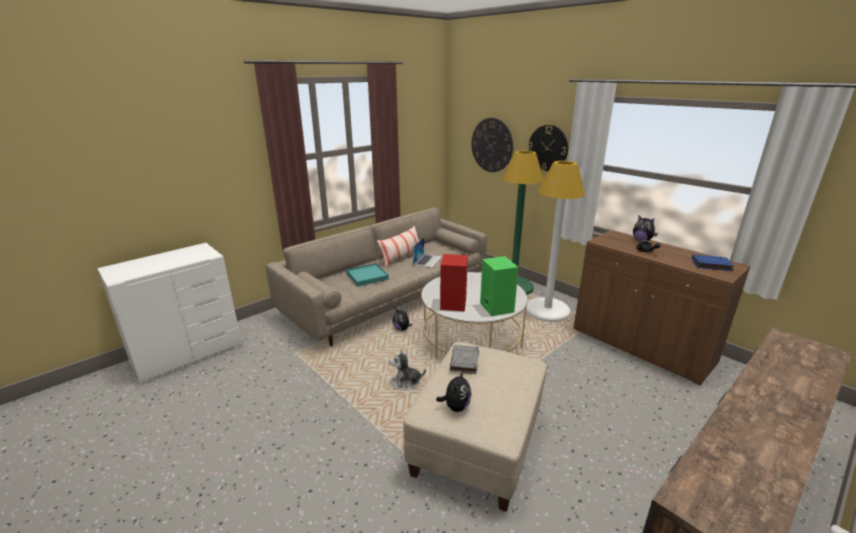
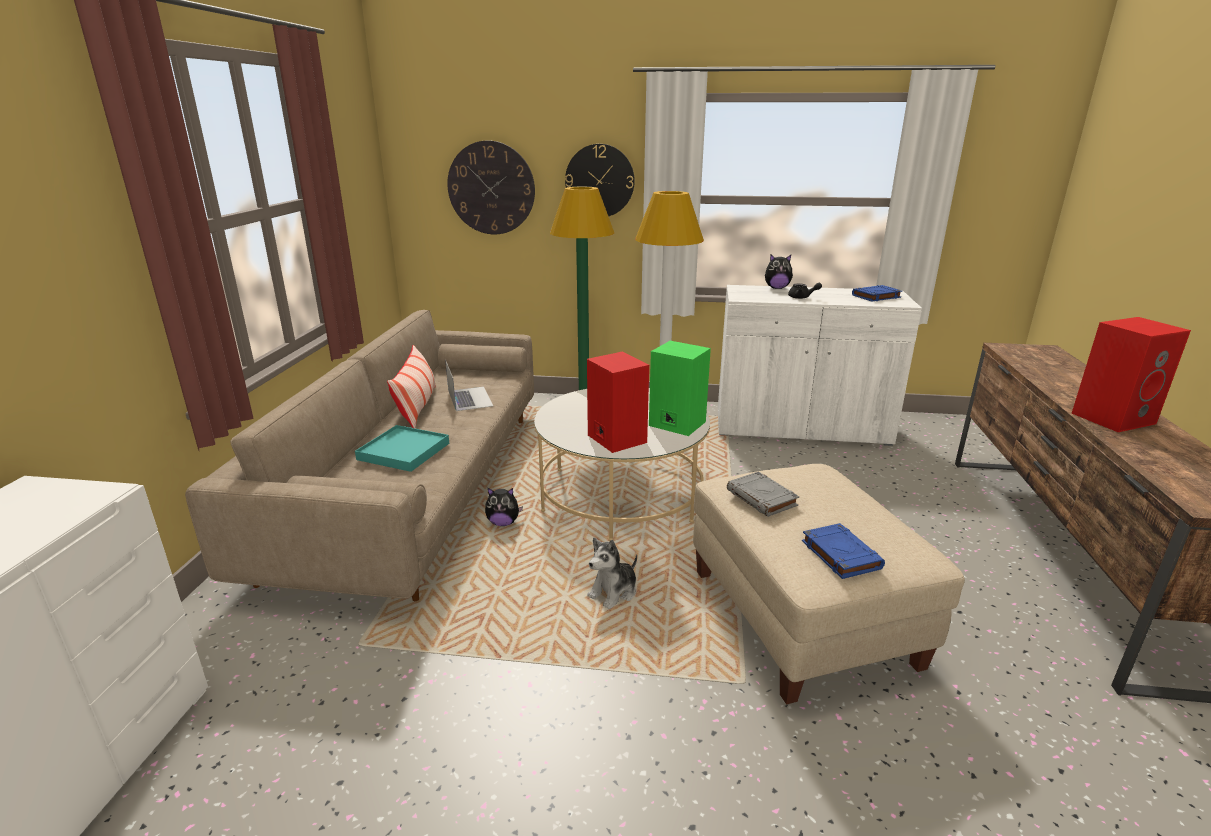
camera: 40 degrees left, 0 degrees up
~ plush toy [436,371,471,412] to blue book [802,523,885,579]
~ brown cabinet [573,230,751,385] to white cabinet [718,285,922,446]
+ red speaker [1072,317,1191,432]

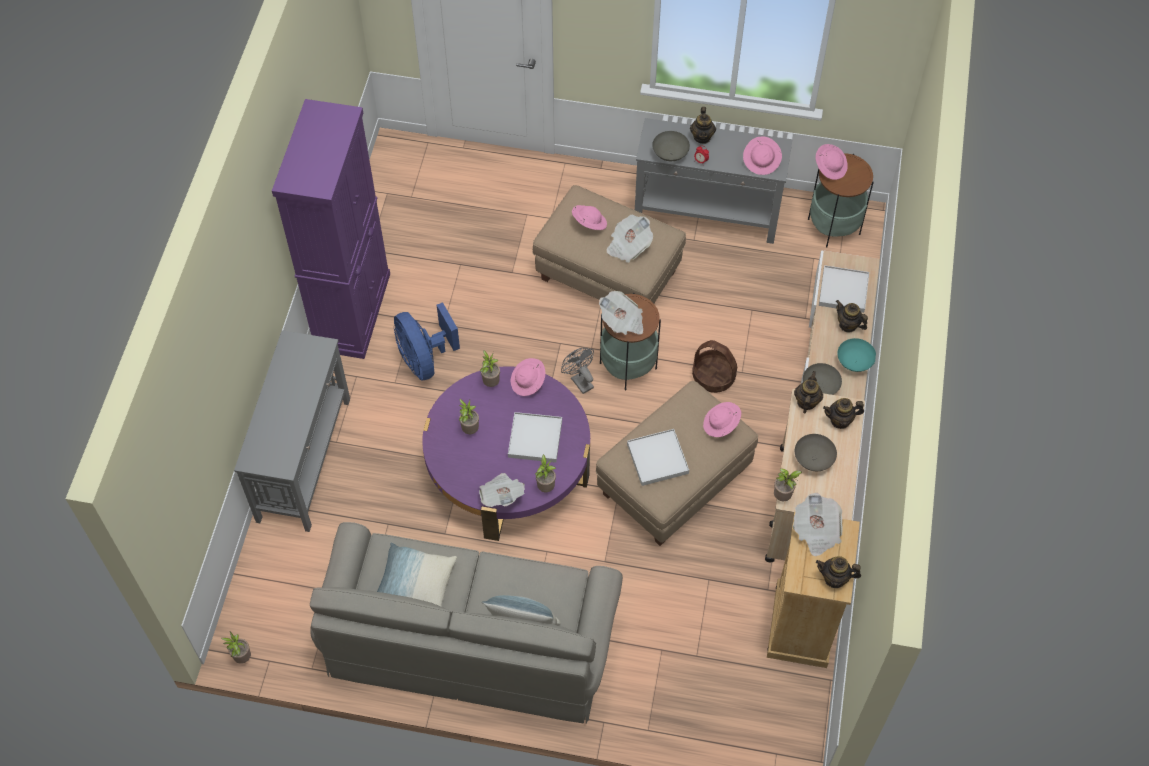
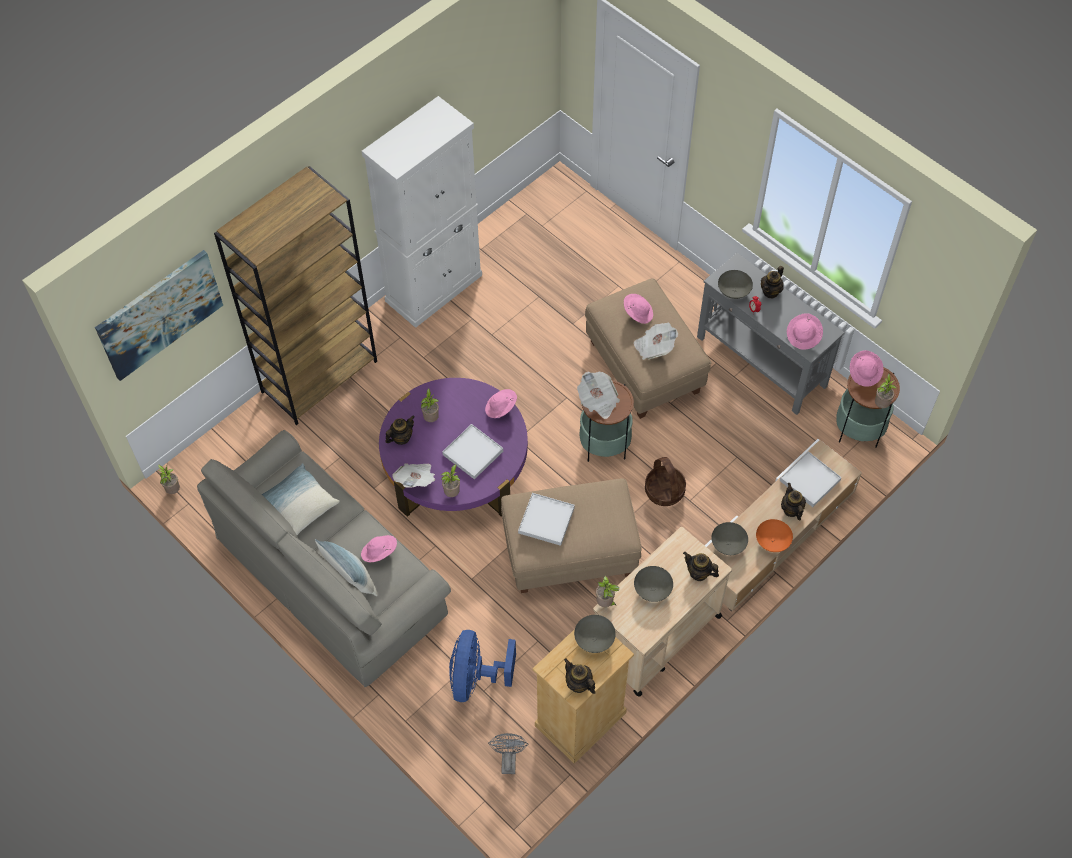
camera: 35 degrees right, 0 degrees up
~ grey console table [234,330,350,532] to brown bookcase [214,166,377,425]
~ purple cabinet [272,99,390,359] to white cabinet [362,96,482,328]
~ blue fan [394,302,460,380] to [449,630,516,702]
~ potted plant [480,350,500,387] to [875,373,896,408]
~ grey fan [561,348,594,394] to [488,733,528,774]
~ pink hat [703,402,741,437] to [361,535,397,562]
~ newspaper [793,493,843,557] to grey bowl [574,615,616,653]
~ teapot [794,371,823,413] to [385,415,414,445]
~ turquoise bowl [837,338,876,372] to orange bowl [756,519,793,552]
+ picture [95,250,223,381]

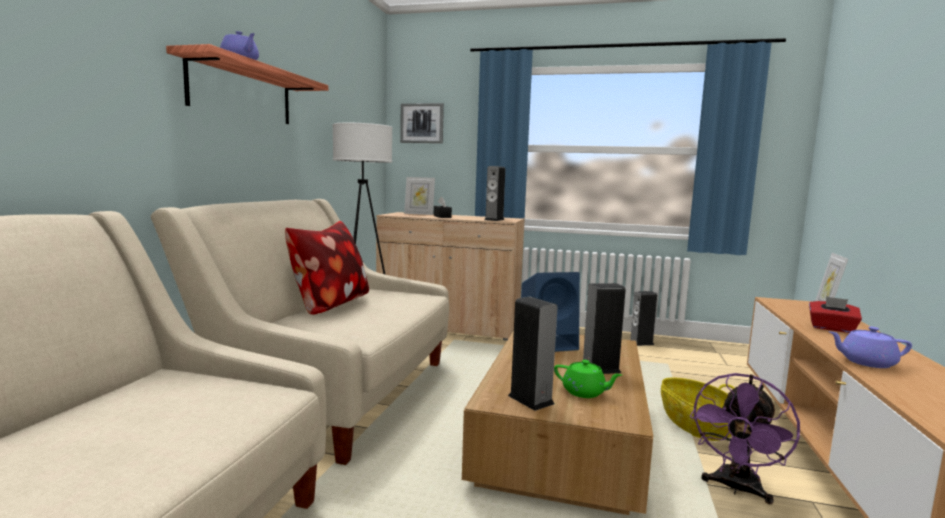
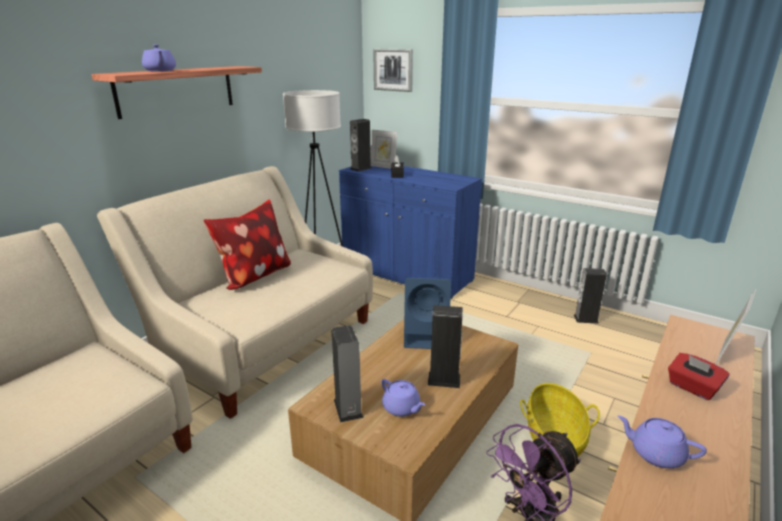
camera: 20 degrees right, 15 degrees up
~ beige cabinet [376,212,525,340] to blue cabinet [339,166,482,300]
~ speaker [484,166,505,221] to [350,119,372,172]
~ green teapot [554,360,622,398] to purple teapot [381,379,426,417]

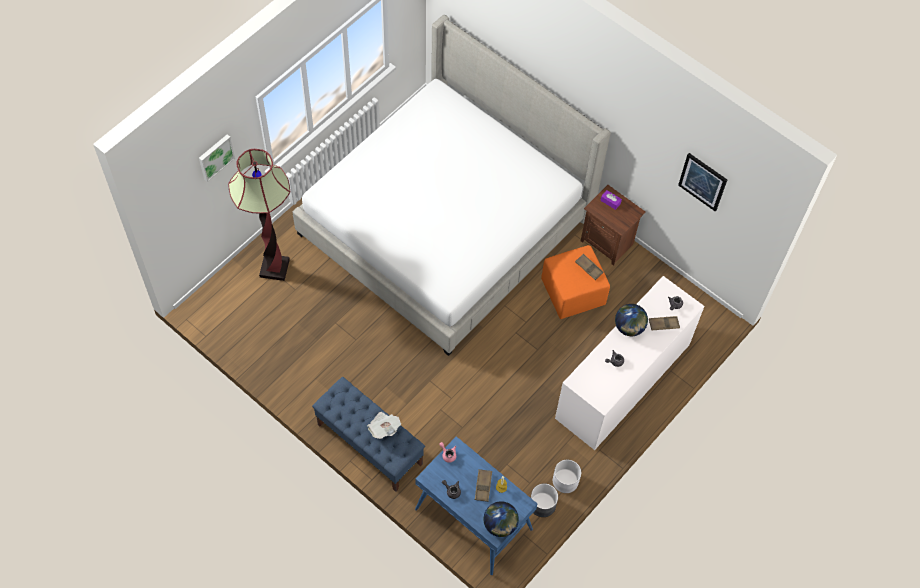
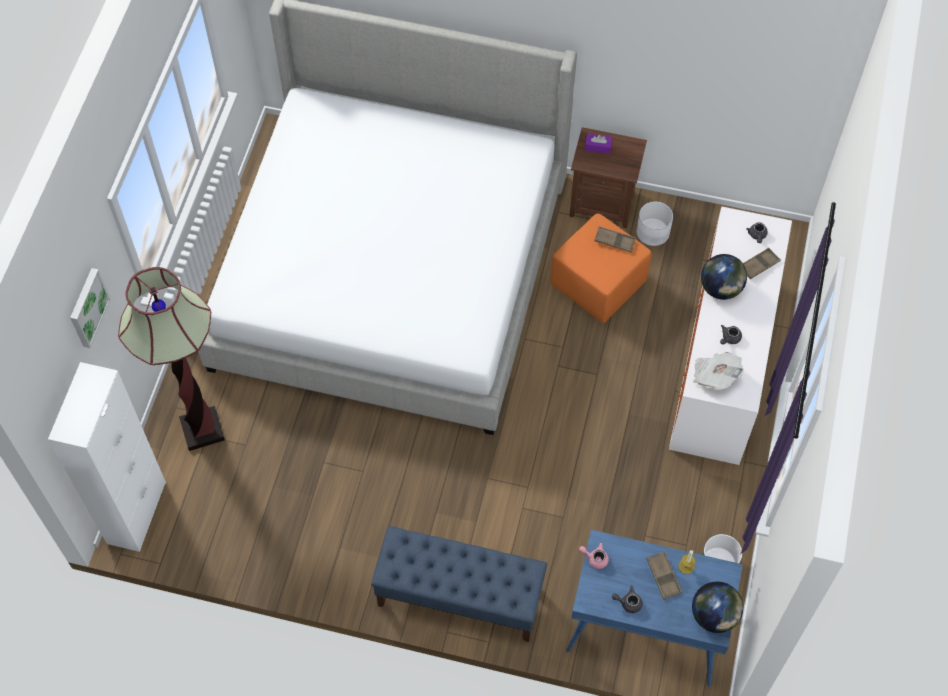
camera: 25 degrees left, 0 degrees up
~ newspaper [367,412,401,439] to [693,352,744,390]
~ white planter [553,460,581,493] to [637,201,673,246]
- picture [678,153,727,211]
+ white cabinet [48,362,166,552]

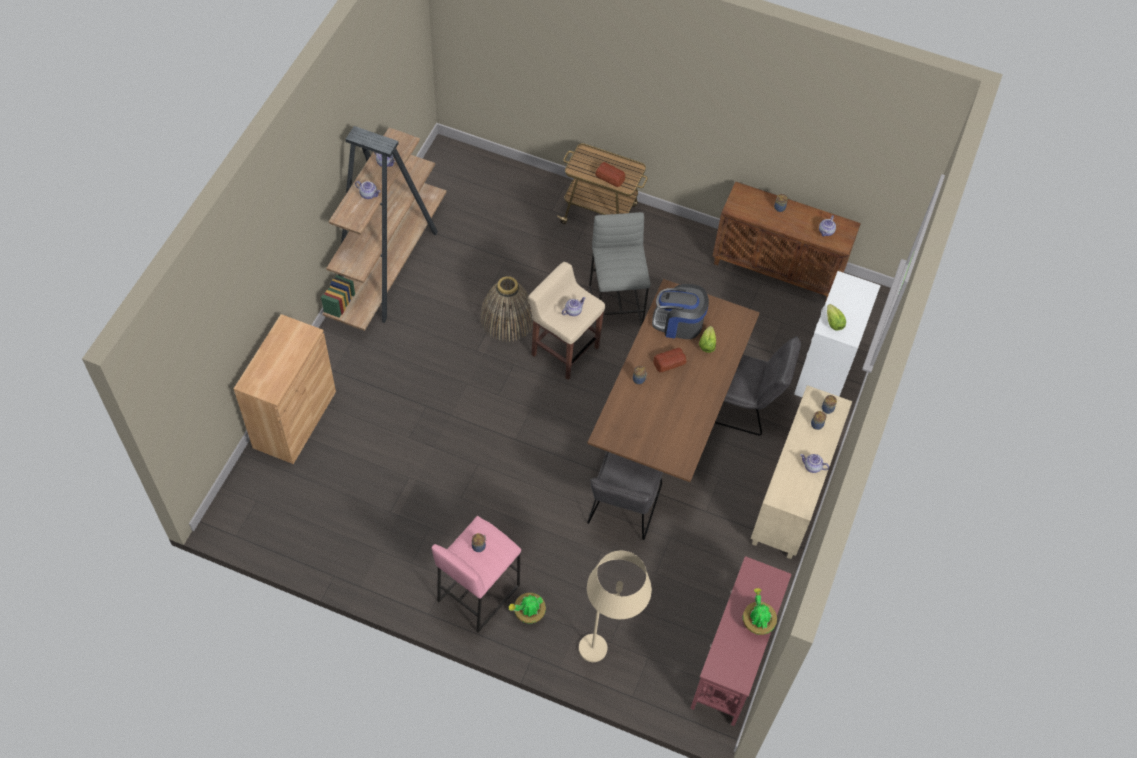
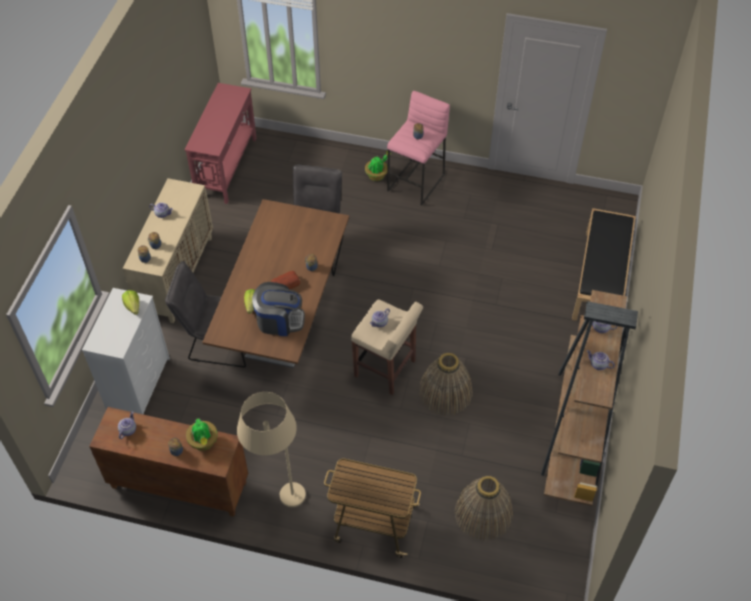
camera: 175 degrees right, 5 degrees down
~ brown cabinet [234,314,336,464] to black bench [572,208,636,321]
~ beige floor lamp [579,551,652,662] to [237,392,306,507]
- grey stool [589,212,651,327]
- bread [595,162,625,187]
~ potted plant [743,588,777,635] to [186,418,218,451]
+ basket [454,476,513,541]

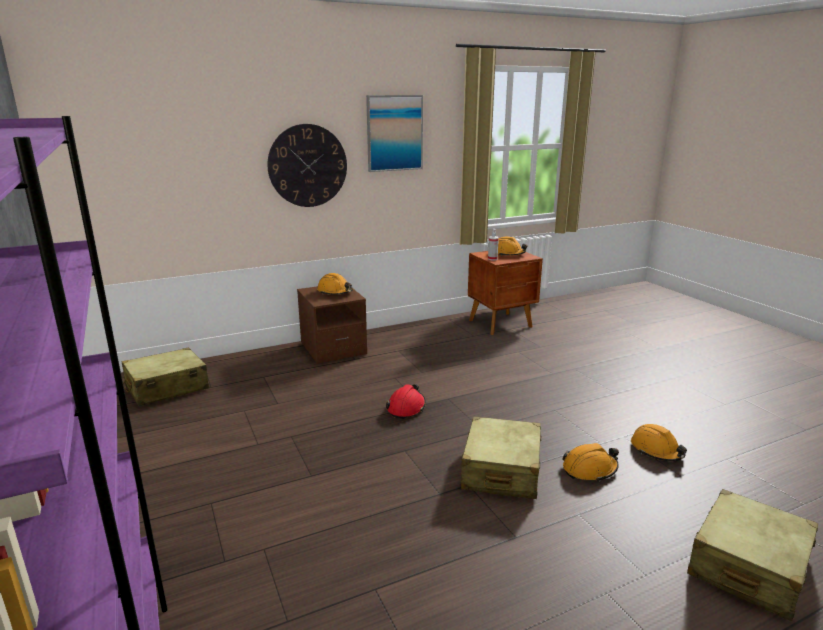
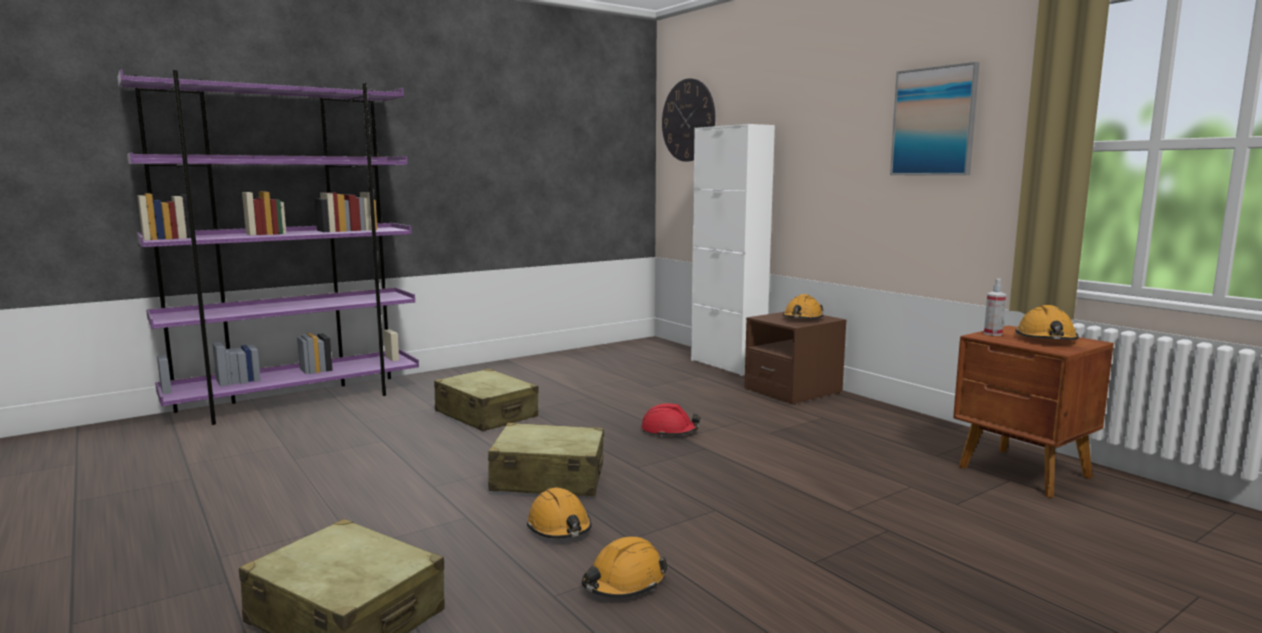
camera: 80 degrees right, 10 degrees down
~ beige suitcase [122,347,209,406] to [434,368,539,431]
~ wall clock [267,124,347,207] to [662,78,715,162]
+ white cabinet [691,124,775,376]

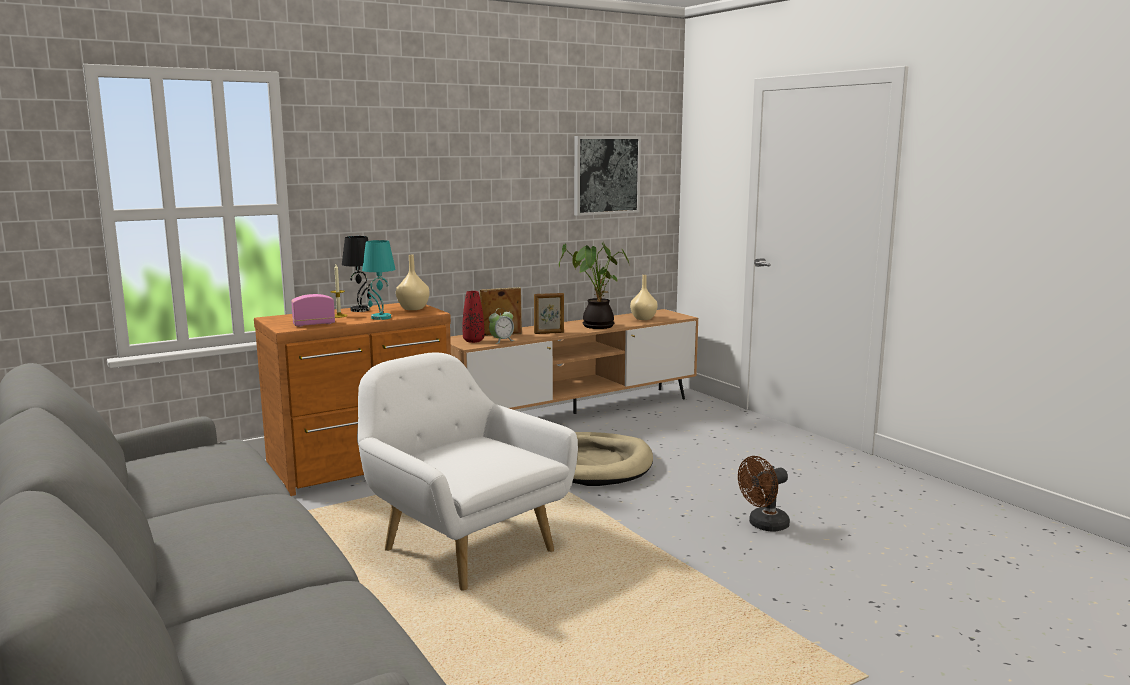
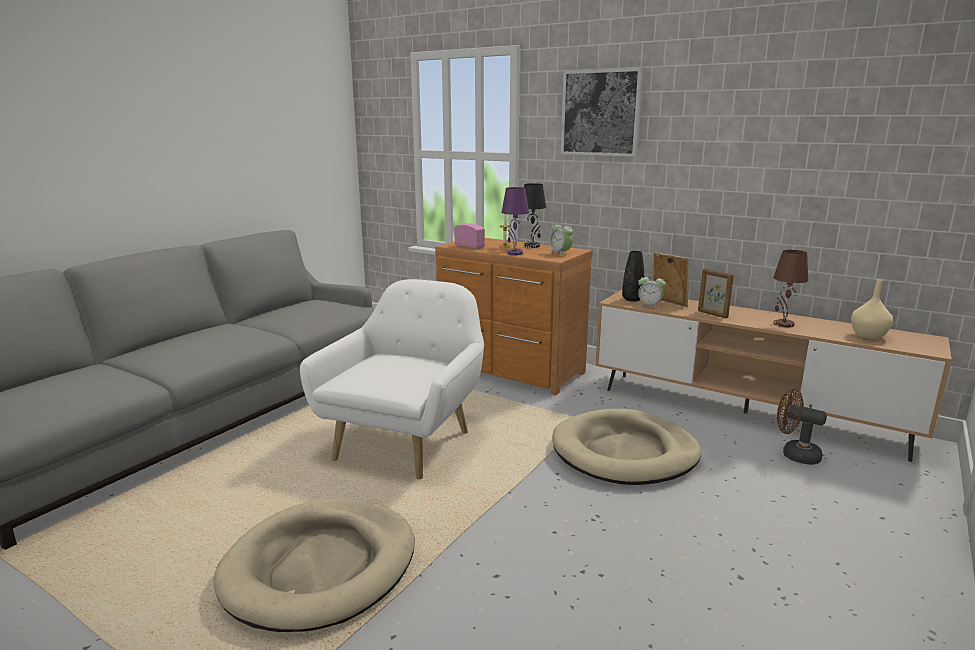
camera: 65 degrees right, 5 degrees up
~ turquoise table lamp [362,240,396,320] to purple table lamp [501,187,529,255]
~ beige vase [396,255,430,310] to alarm clock [549,221,573,256]
~ red vase [463,291,484,343] to black vase [622,251,644,302]
~ potted plant [559,243,629,329] to brown table lamp [773,250,808,327]
~ picture [574,136,641,216] to [561,67,643,156]
~ brown fan [738,456,790,531] to [777,388,827,465]
+ beige dog bed [213,498,414,632]

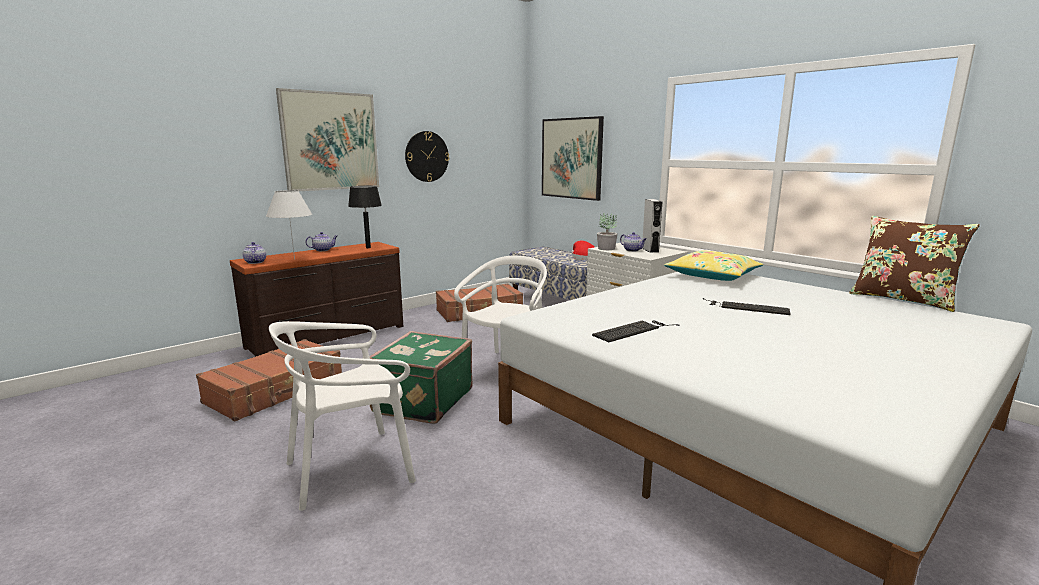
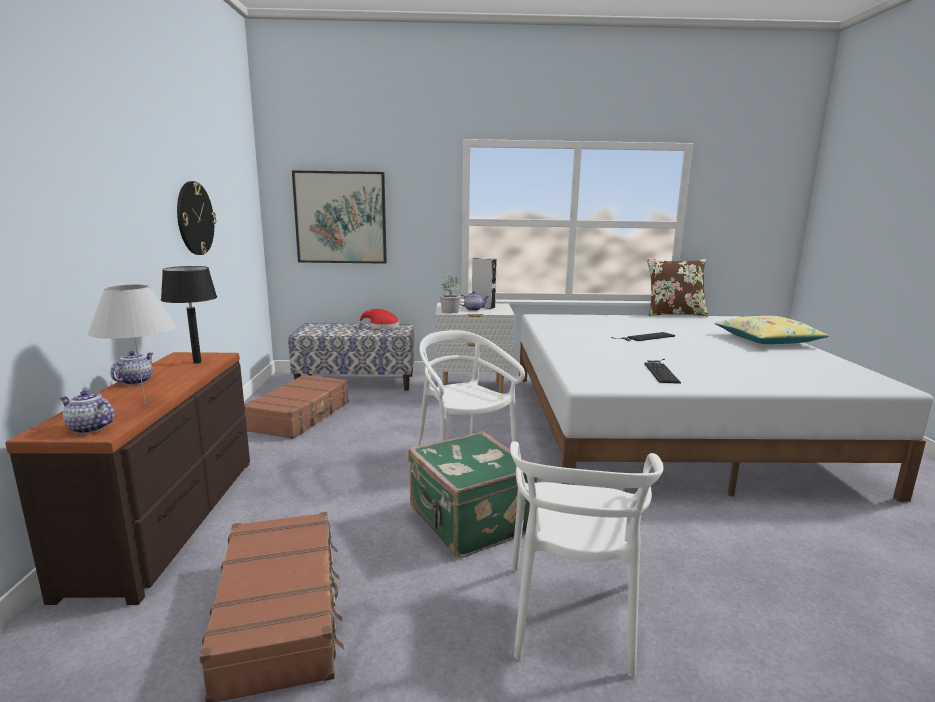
camera: 50 degrees left, 0 degrees up
- picture [276,88,379,191]
~ yellow pillow [664,250,763,281] to [715,316,829,344]

